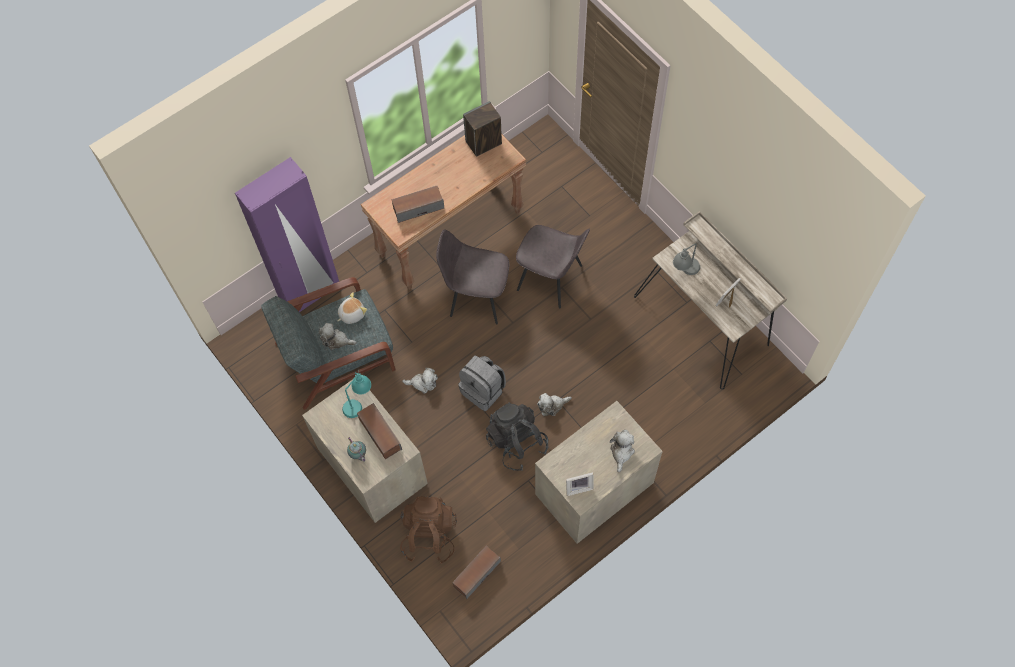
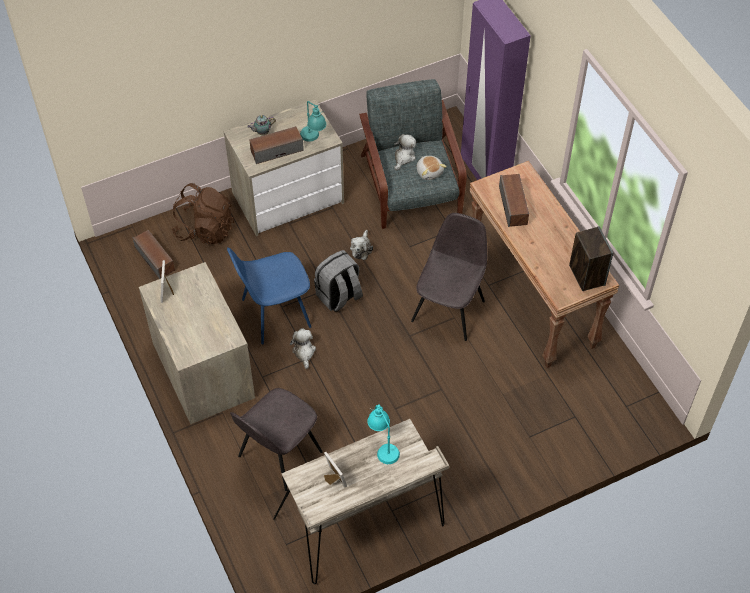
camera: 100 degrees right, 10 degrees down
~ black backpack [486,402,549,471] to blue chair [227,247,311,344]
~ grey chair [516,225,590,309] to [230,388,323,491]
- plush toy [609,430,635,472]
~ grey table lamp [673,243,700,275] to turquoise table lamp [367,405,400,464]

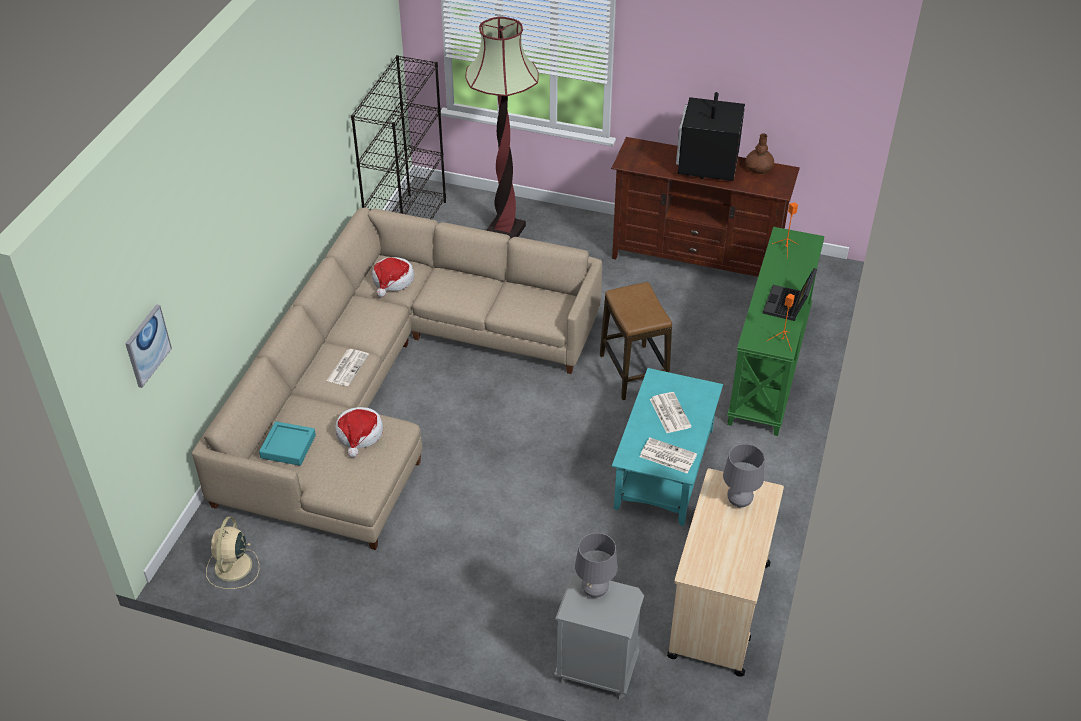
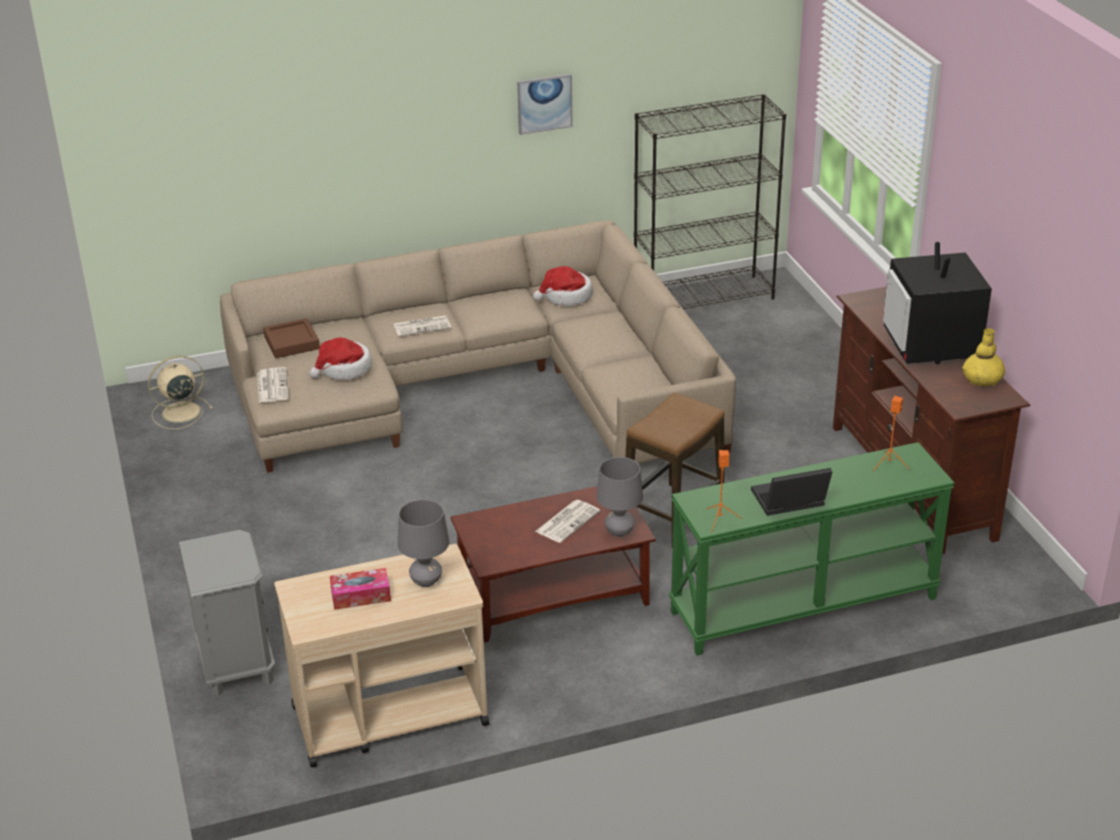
camera: 55 degrees right, 10 degrees down
~ picture [125,304,172,388] to [517,74,573,135]
~ turquoise tray [259,421,316,466] to brown tray [263,318,320,358]
- floor lamp [465,17,539,239]
~ grey table lamp [575,533,618,598] to [596,457,643,537]
~ turquoise coffee table [612,368,723,526] to brown coffee table [450,486,656,643]
~ newspaper [640,438,697,474] to [257,367,289,403]
~ television [676,92,745,181] = [883,242,992,364] 75 degrees counterclockwise
~ brown vase [745,133,774,174] to yellow vase [962,328,1005,387]
+ tissue box [330,568,391,610]

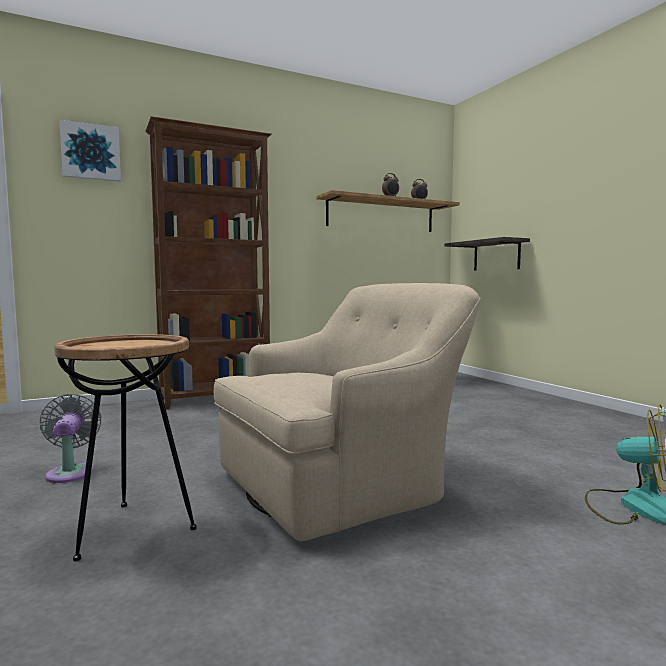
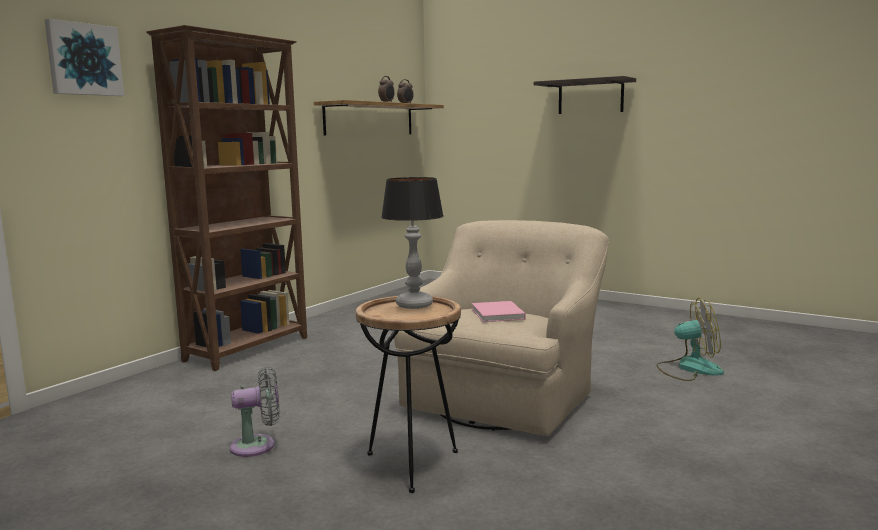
camera: 30 degrees left, 5 degrees up
~ grey fan [40,394,102,483] = [230,367,280,457] 120 degrees clockwise
~ shelf [445,237,530,271] to [534,76,636,114]
+ table lamp [381,177,444,309]
+ pink book [472,301,525,322]

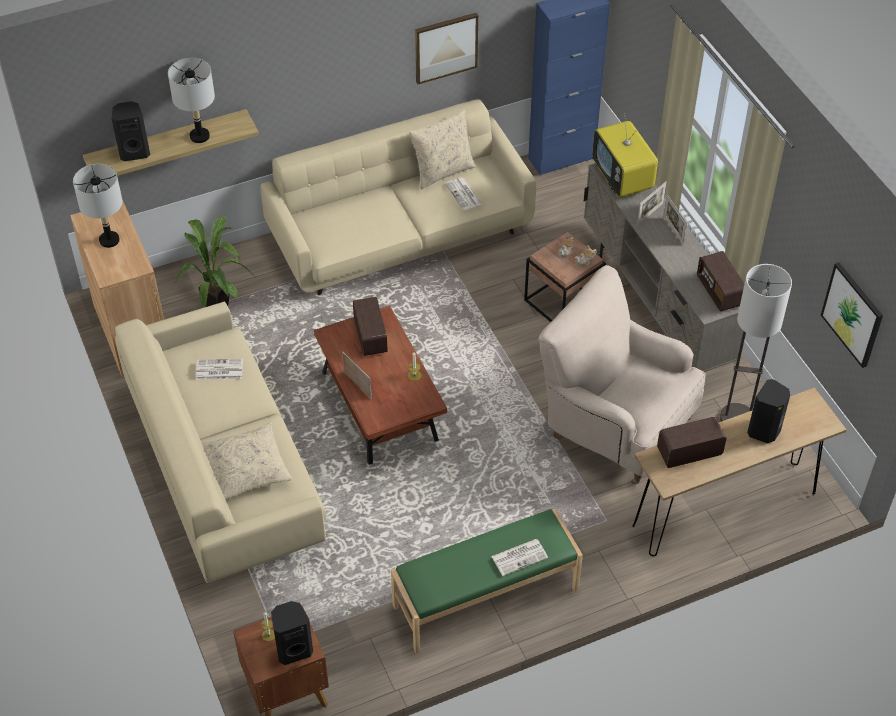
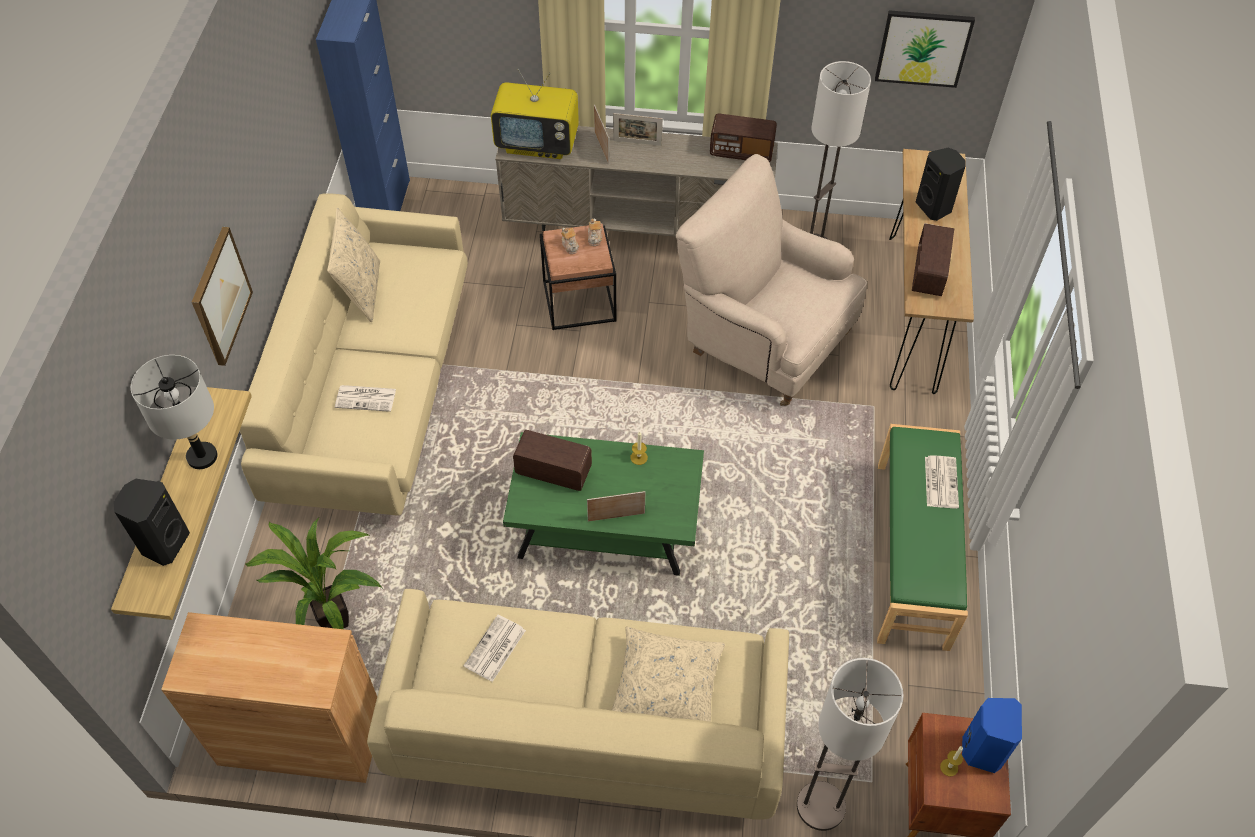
camera: 60 degrees left, 5 degrees up
- grey table lamp [73,164,122,248]
~ black speaker [271,601,313,665] to blue speaker [962,698,1022,773]
~ brown coffee table [314,306,447,465] to green coffee table [503,432,704,576]
~ picture [415,13,478,84] to [192,227,253,366]
~ newspaper [445,177,482,210] to [335,385,396,412]
~ beige armchair [538,265,706,484] = [676,154,867,406] 60 degrees clockwise
+ floor lamp [797,658,904,831]

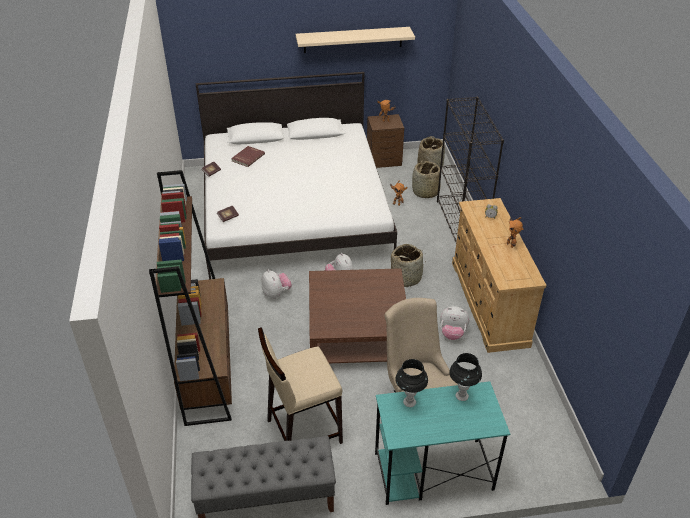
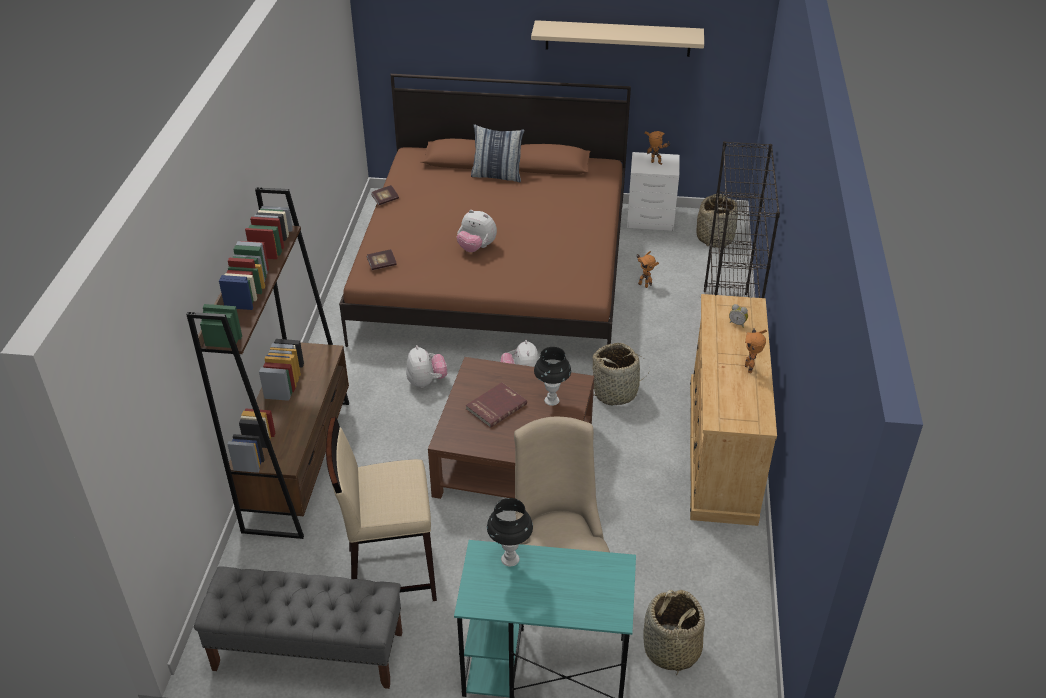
camera: 15 degrees right, 0 degrees up
~ white bed [195,72,397,279] to brown bed [339,74,631,347]
~ red book [231,146,265,167] to [466,383,527,428]
~ brown nightstand [367,114,404,168] to white nightstand [627,152,680,231]
~ basket [412,161,440,198] to [643,590,705,675]
~ plush toy [440,306,469,340] to [457,210,497,252]
~ black table lamp [449,353,482,401] to [534,347,571,406]
+ pillow [471,124,524,182]

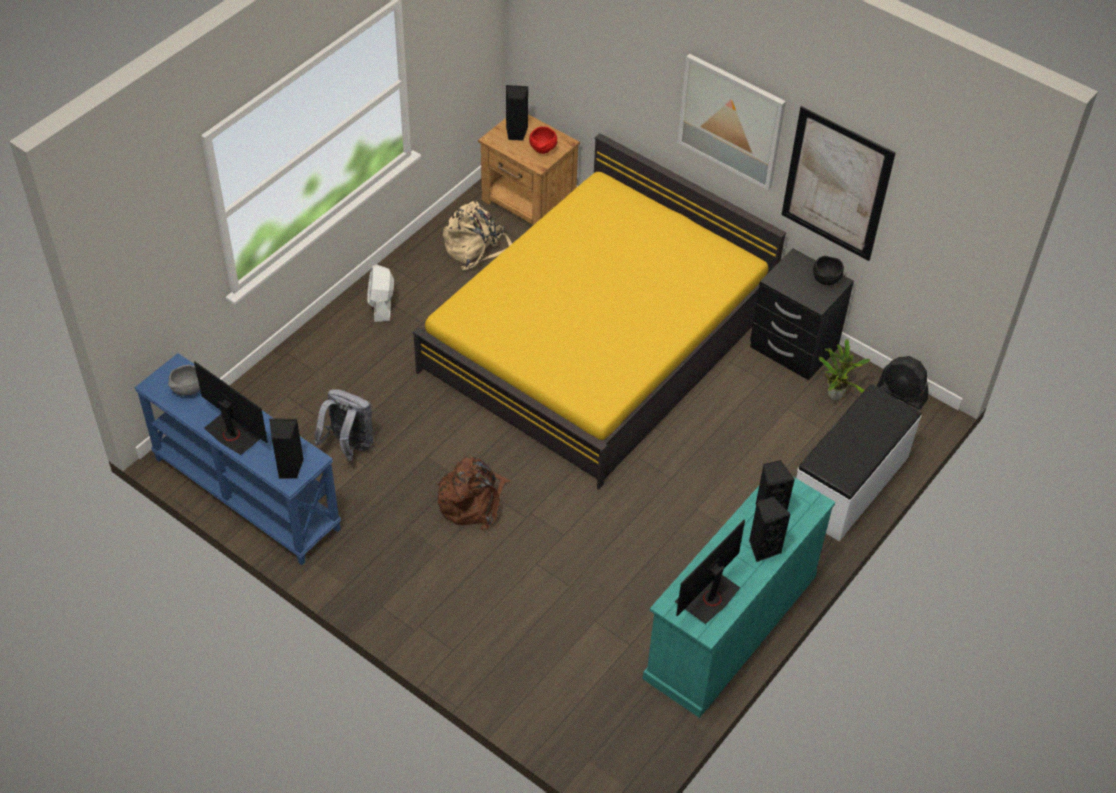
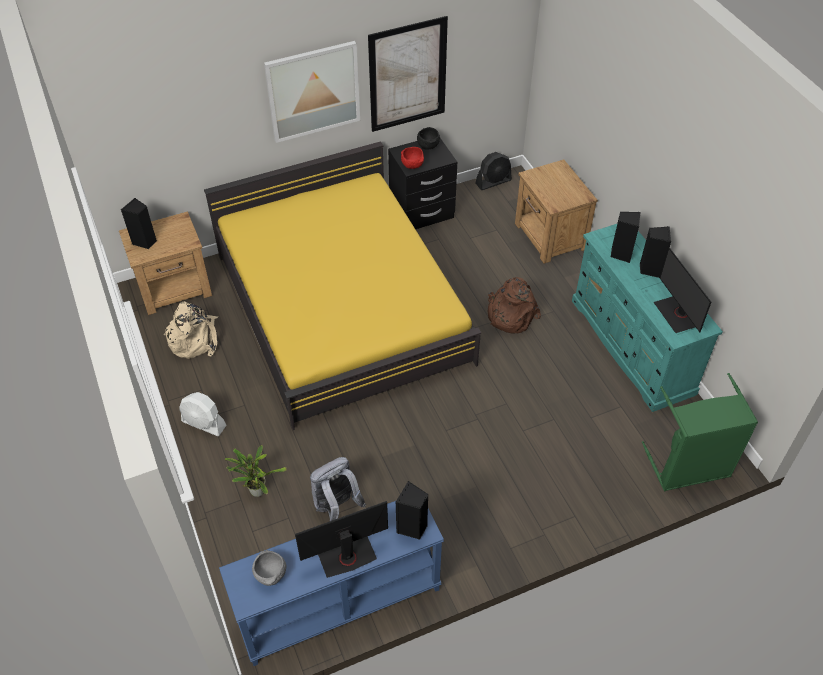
camera: 60 degrees left, 0 degrees up
~ brown backpack [437,456,511,531] to [488,277,541,334]
~ red bowl [529,127,557,154] to [401,147,424,169]
~ white bench [796,384,921,541] to brown nightstand [515,160,598,264]
~ potted plant [819,339,870,400] to [225,445,287,497]
+ green laundry basket [642,373,758,491]

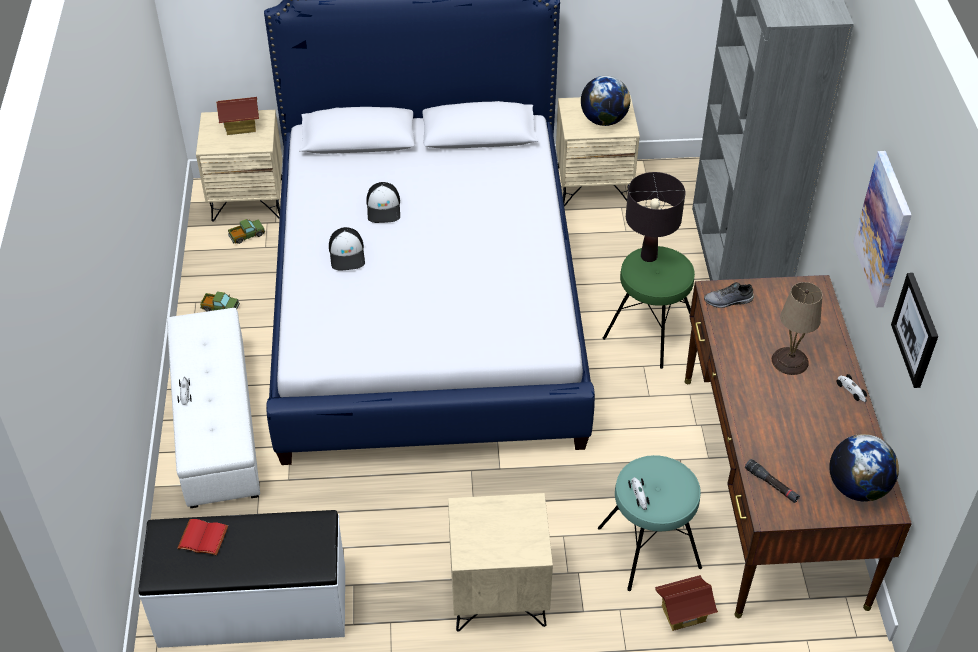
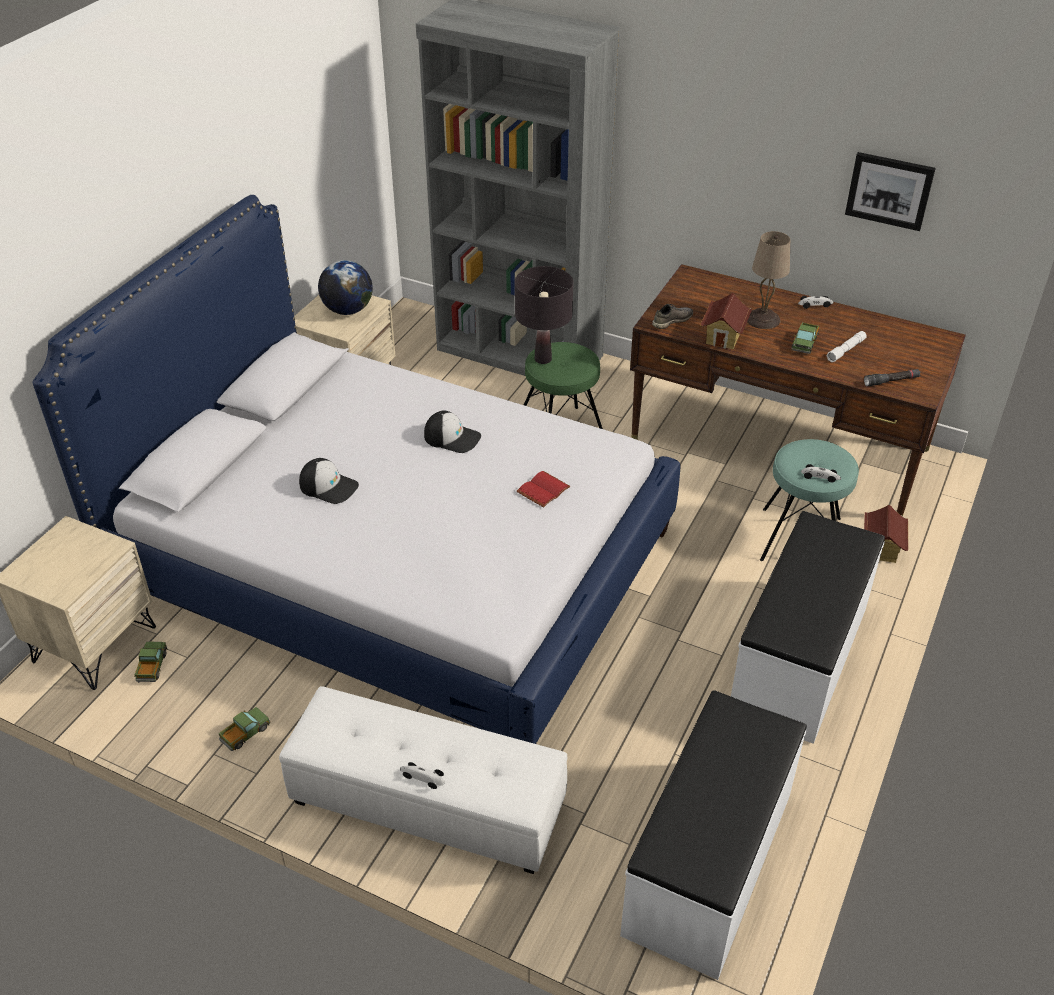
camera: 60 degrees left, 5 degrees down
~ red book [177,519,228,555] to [517,471,570,507]
~ toy house [216,97,259,135] to [700,293,752,349]
~ cap [329,227,365,271] to [424,410,481,453]
~ beige nightstand [448,493,553,632] to white bench [731,511,885,744]
~ grey shoe [704,282,754,308] = [652,304,693,329] 150 degrees counterclockwise
- globe [829,434,899,502]
- picture [853,151,912,307]
+ toy truck [791,322,819,354]
+ white flashlight [827,331,867,362]

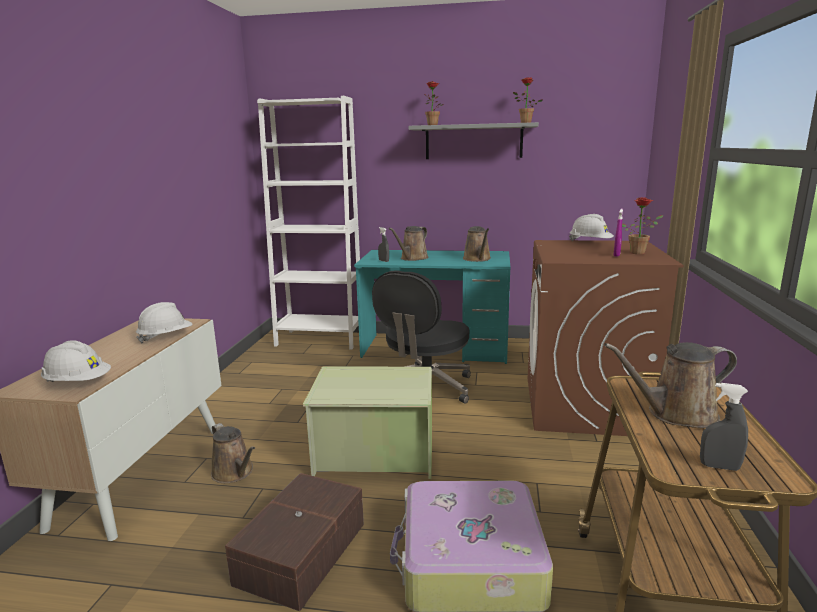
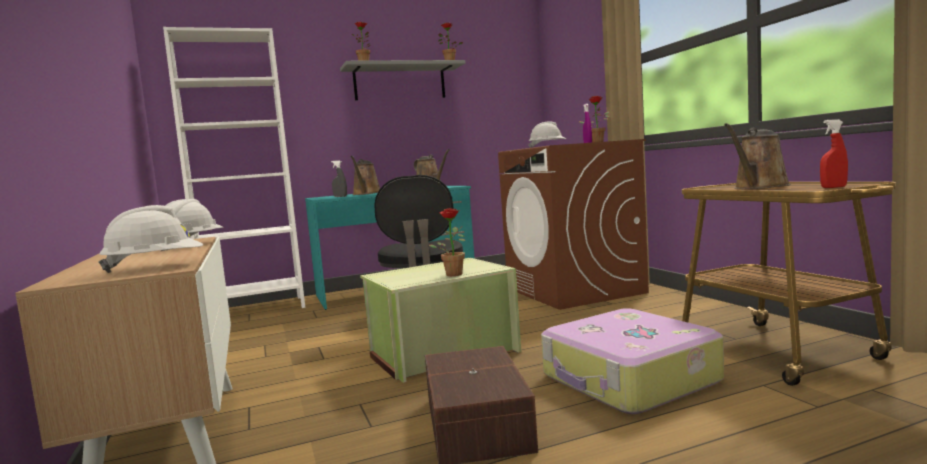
camera: 30 degrees left, 10 degrees down
- brown watering can [211,423,255,483]
~ grey spray bottle [700,383,748,471] to red spray bottle [820,119,848,188]
+ potted plant [429,208,465,276]

